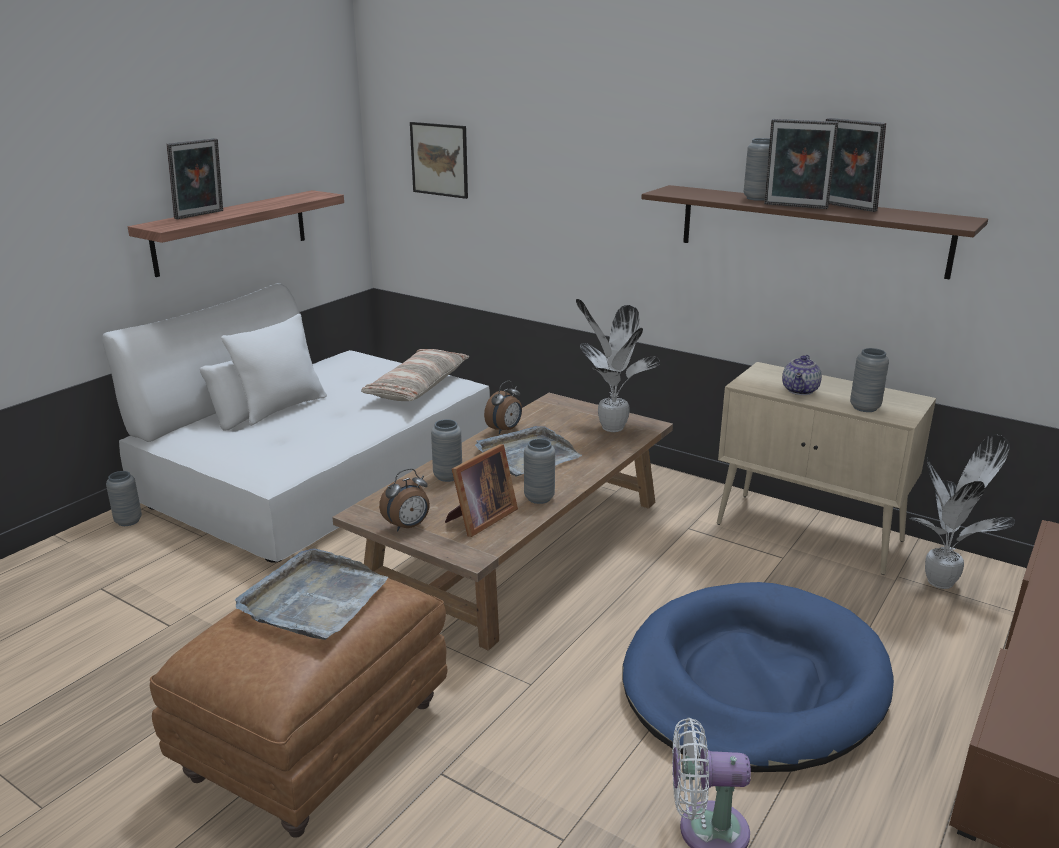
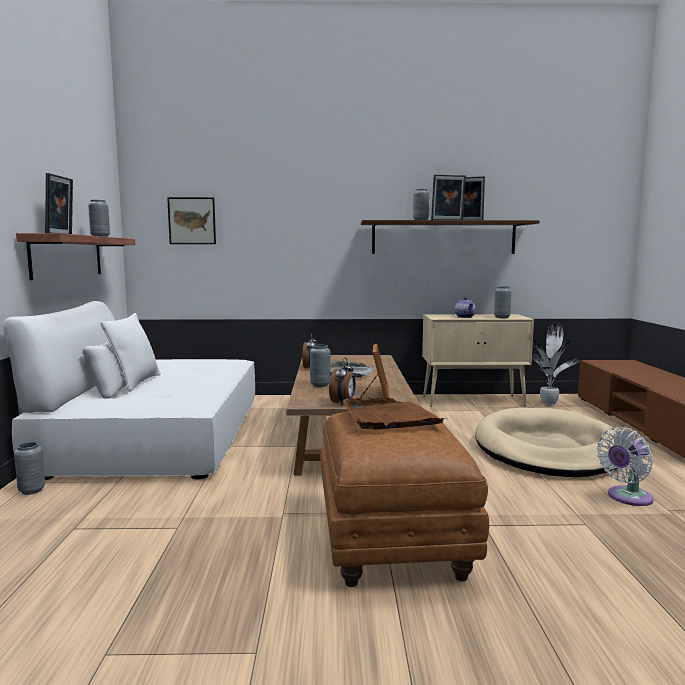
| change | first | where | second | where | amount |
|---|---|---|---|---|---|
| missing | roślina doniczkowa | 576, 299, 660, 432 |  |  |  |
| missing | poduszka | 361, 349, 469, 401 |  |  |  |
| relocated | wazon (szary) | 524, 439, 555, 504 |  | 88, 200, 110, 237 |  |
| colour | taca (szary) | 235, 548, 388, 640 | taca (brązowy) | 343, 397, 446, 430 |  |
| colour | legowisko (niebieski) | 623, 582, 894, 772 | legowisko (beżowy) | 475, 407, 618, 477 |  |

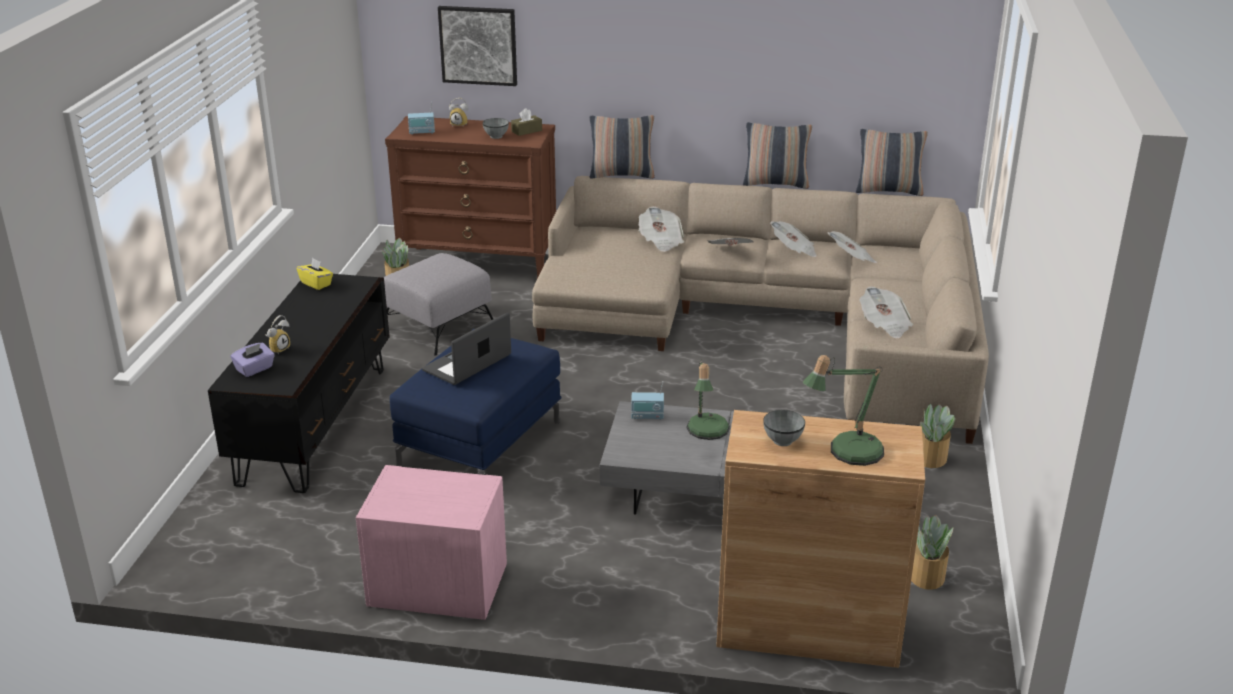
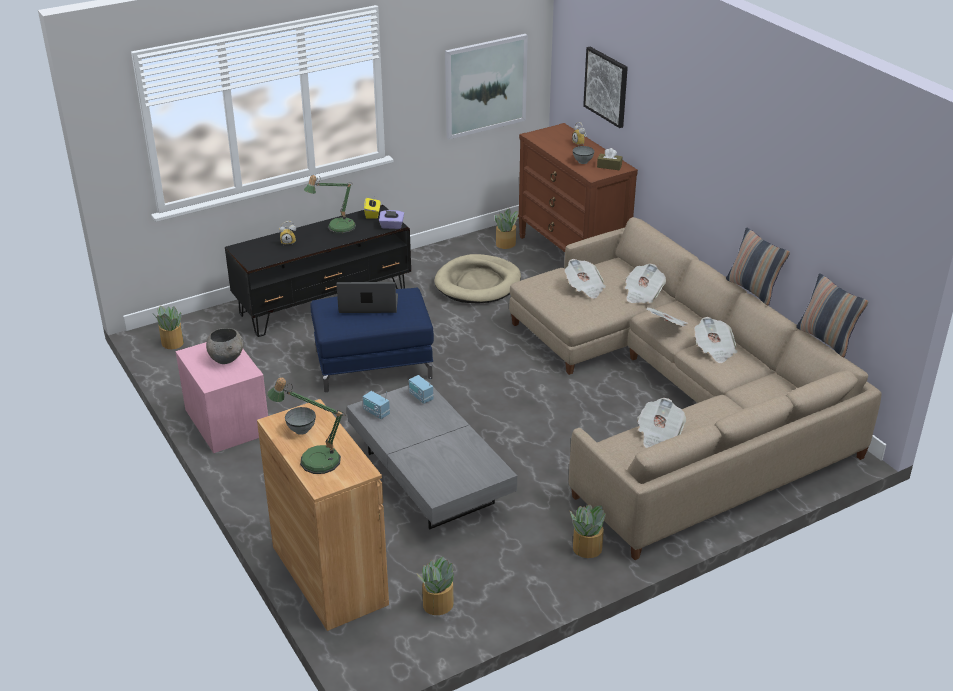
| change | first | where | second | where | amount |
|---|---|---|---|---|---|
| relocated | radio | 408, 102, 435, 134 |  | 363, 391, 390, 419 |  |
| missing | poduszka | 590, 115, 655, 179 |  |  |  |
| relocated | gazeta | 827, 231, 877, 263 |  | 565, 259, 606, 299 |  |
| exchanged | pufa (szary) | 383, 253, 493, 356 | legowisko (beżowy) | 434, 254, 521, 303 |  |
| relocated | pudełko chusteczek (fioletowy) | 231, 343, 275, 377 |  | 379, 210, 404, 229 |  |
| relocated | lampa stołowa | 687, 359, 730, 440 |  | 304, 175, 356, 234 |  |
| appeared |  |  | obraz | 445, 34, 528, 140 |  |
| appeared |  |  | roślina doniczkowa | 154, 306, 184, 349 |  |
| appeared |  |  | miska (szary) | 206, 328, 243, 364 |  |

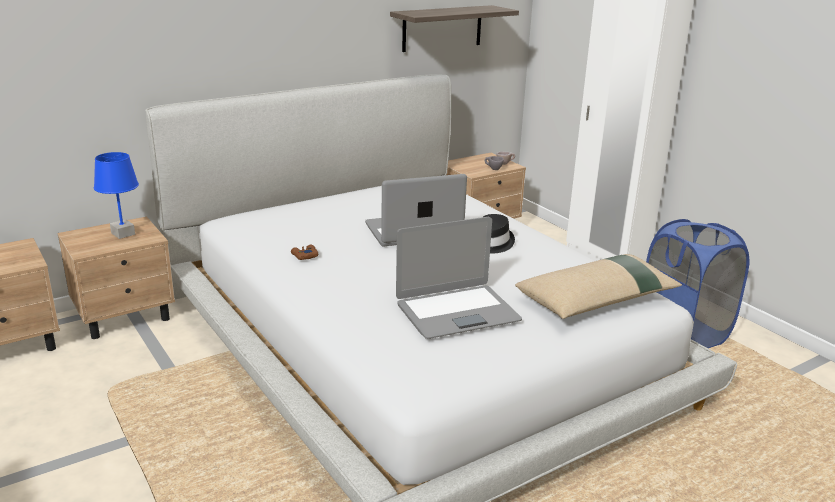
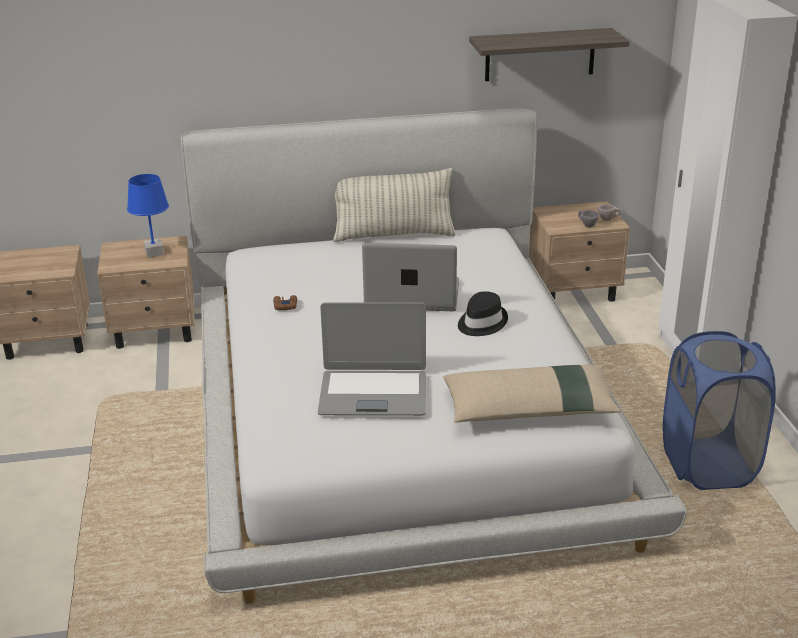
| change | first | where | second | where | amount |
|---|---|---|---|---|---|
| appeared |  |  | poduszka | 333, 168, 456, 242 |  |

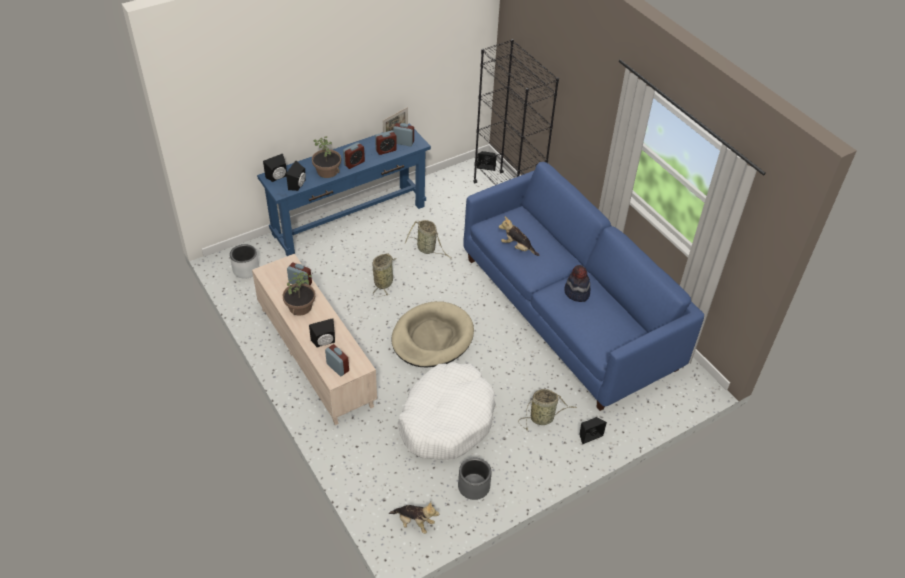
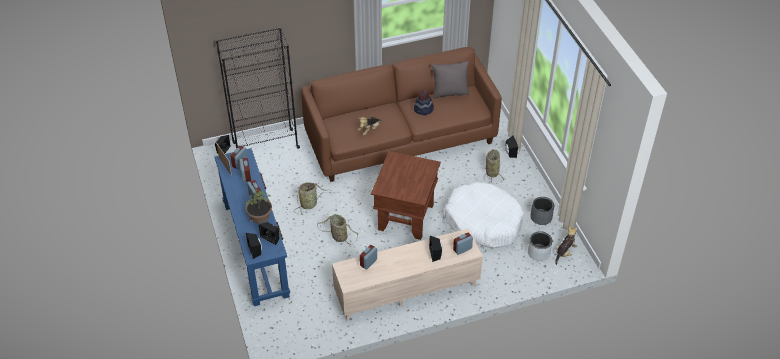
| change | first | where | second | where | amount |
|---|---|---|---|---|---|
| colour | kanapa (niebieski) | 463, 162, 704, 411 | kanapa (brązowy) | 301, 47, 502, 182 |  |
| relocated | donica (szary) | 230, 244, 260, 279 |  | 528, 231, 552, 261 |  |
| missing | roślina doniczkowa | 283, 272, 315, 316 |  |  |  |
| exchanged | legowisko (beżowy) | 391, 301, 474, 367 | stolik (brązowy) | 371, 151, 441, 240 |  |
| appeared |  |  | poduszka (szary) | 432, 61, 470, 99 |  |

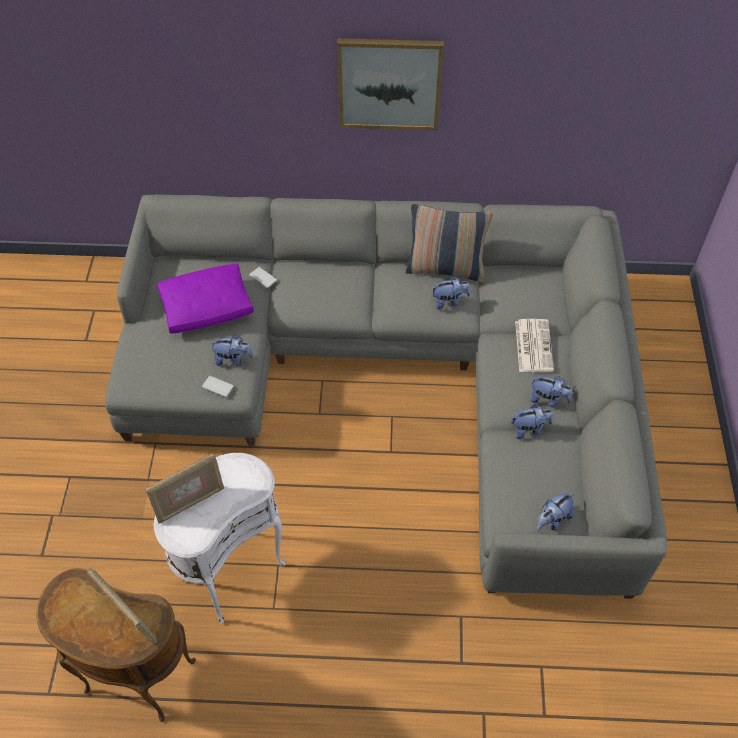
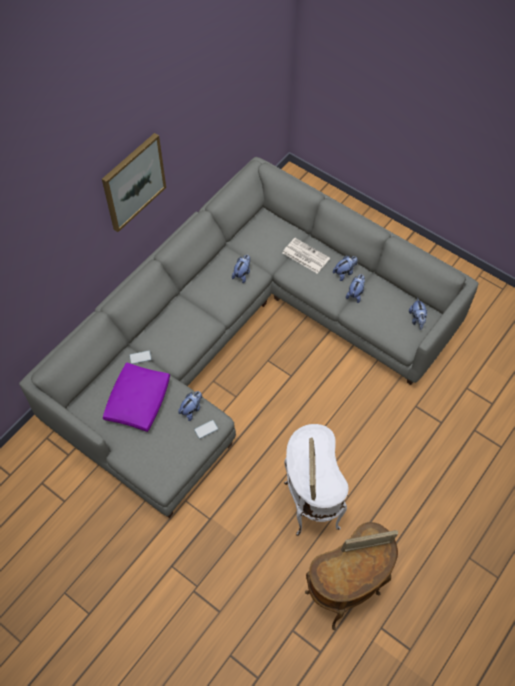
| change | first | where | second | where | amount |
|---|---|---|---|---|---|
| missing | poduszka | 406, 204, 493, 282 |  |  |  |

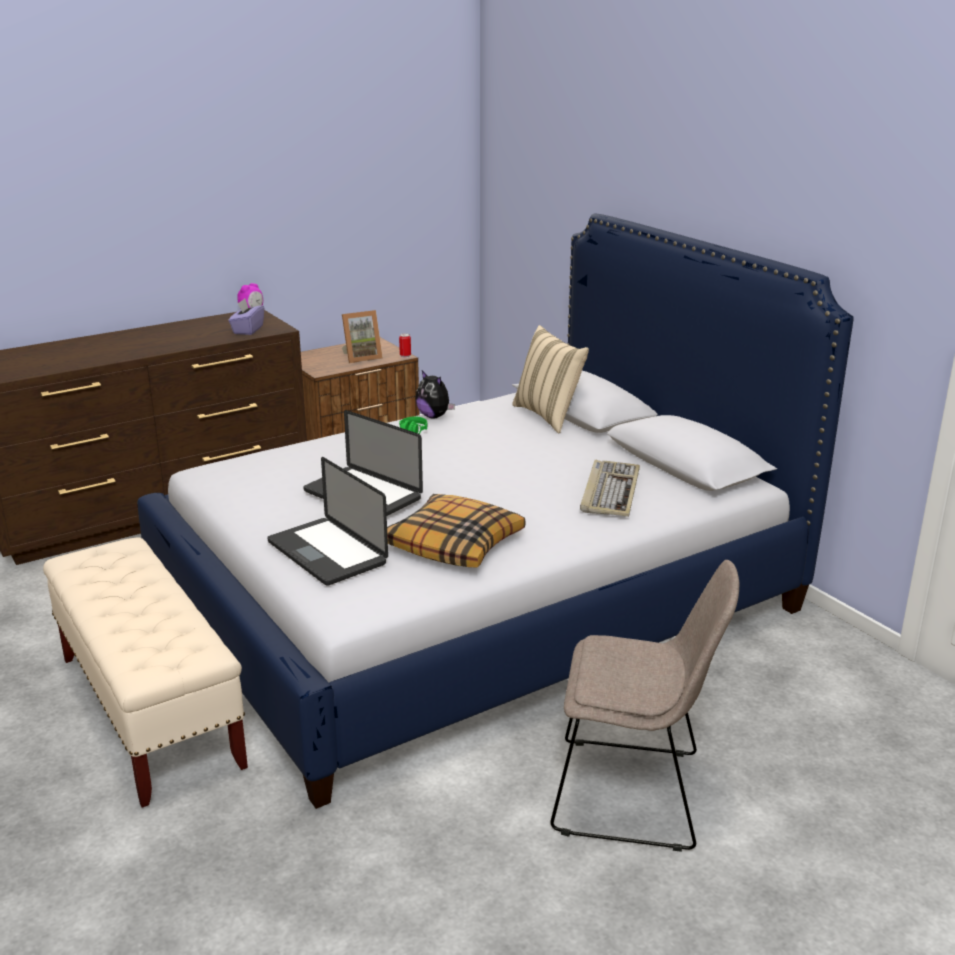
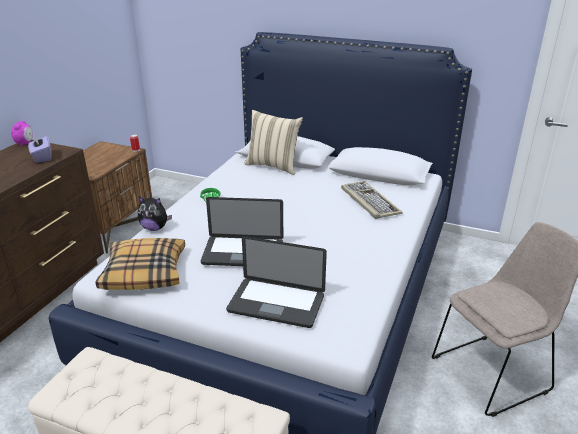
| change | first | where | second | where | amount |
|---|---|---|---|---|---|
| missing | ramka na zdjęcie | 342, 310, 383, 363 |  |  |  |
| relocated | pluszak | 415, 370, 455, 418 |  | 138, 196, 172, 231 |  |
| relocated | poduszka | 387, 494, 525, 568 |  | 95, 238, 185, 290 |  |

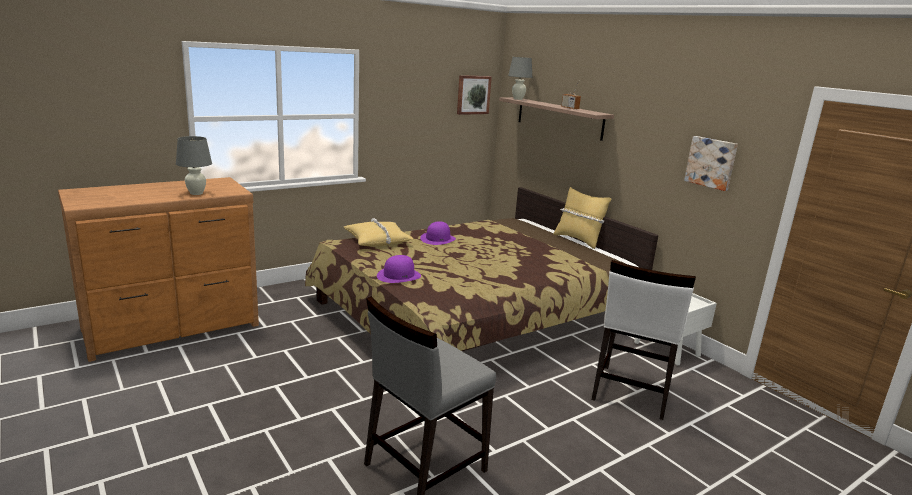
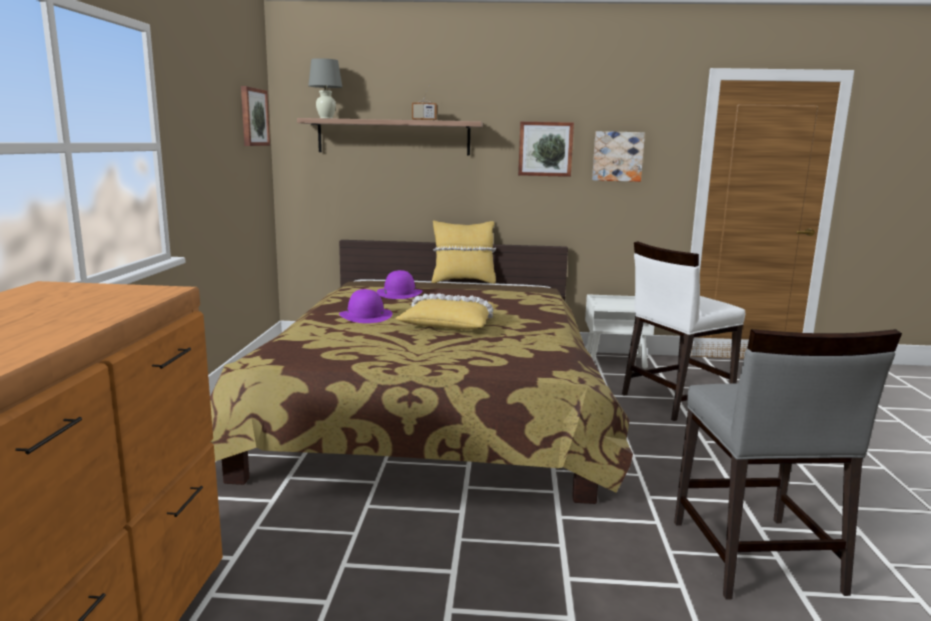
| change | first | where | second | where | amount |
|---|---|---|---|---|---|
| missing | lampa stołowa (szary) | 176, 136, 212, 195 |  |  |  |
| relocated | poduszka (żółty) | 344, 218, 414, 246 |  | 395, 293, 499, 330 |  |
| relocated | kapelusz (fioletowy) | 377, 255, 421, 283 |  | 377, 270, 423, 299 |  |
| spun | krzesło (biały) | 592, 260, 696, 420 |  | 622, 241, 745, 421 | 90 degrees clockwise |
| appeared |  |  | obraz | 518, 121, 574, 177 |  |

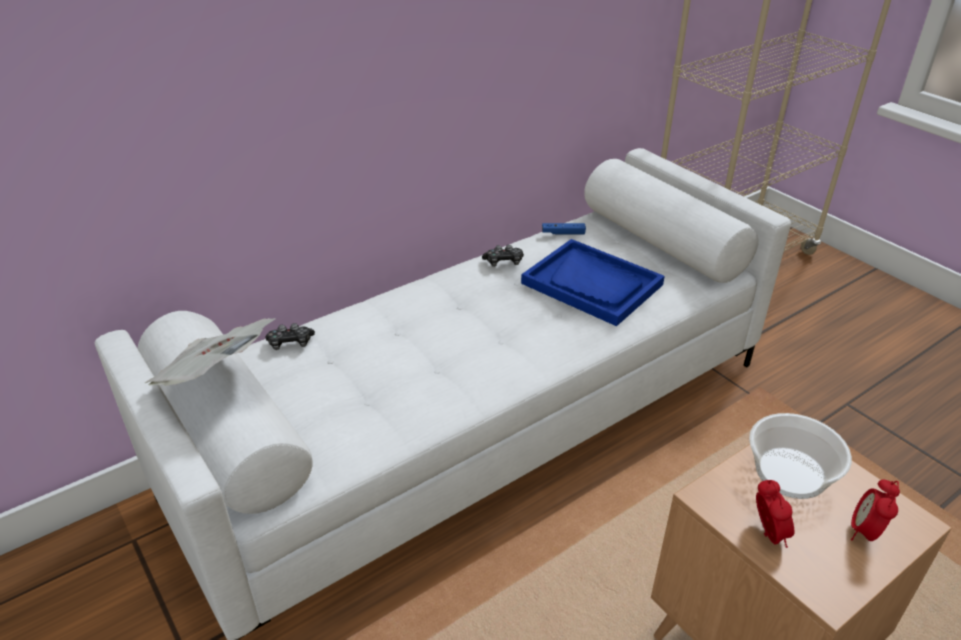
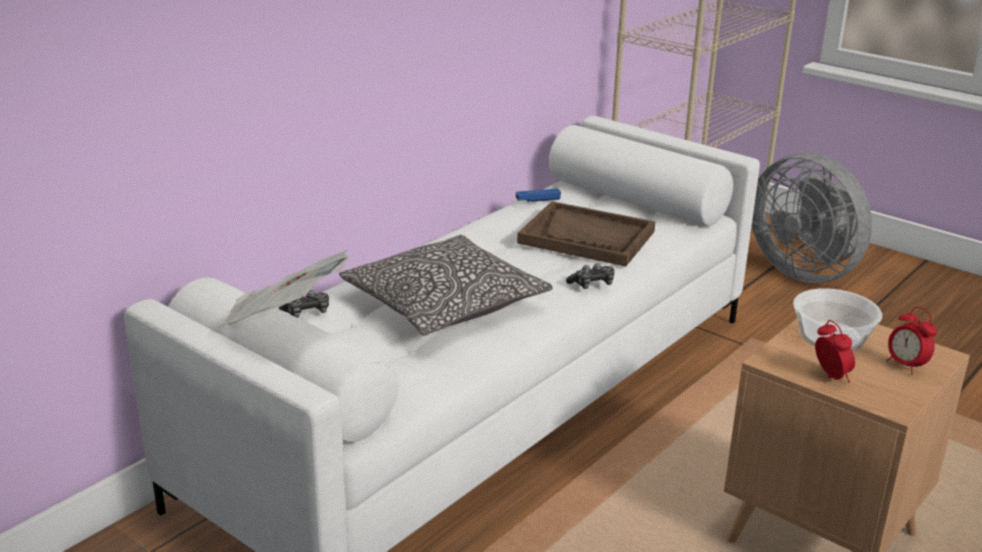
| change | first | where | second | where | amount |
|---|---|---|---|---|---|
| colour | taca (niebieski) | 521, 239, 665, 326 | taca (brązowy) | 517, 201, 655, 267 |  |
| relocated | pad do gier | 482, 245, 524, 267 |  | 566, 263, 614, 289 |  |
| spun | budzik | 851, 479, 900, 541 |  | 886, 307, 937, 375 | 45 degrees counterclockwise |
| appeared |  |  | wentylator (szary) | 752, 152, 872, 283 |  |
| appeared |  |  | poduszka | 339, 235, 553, 336 |  |

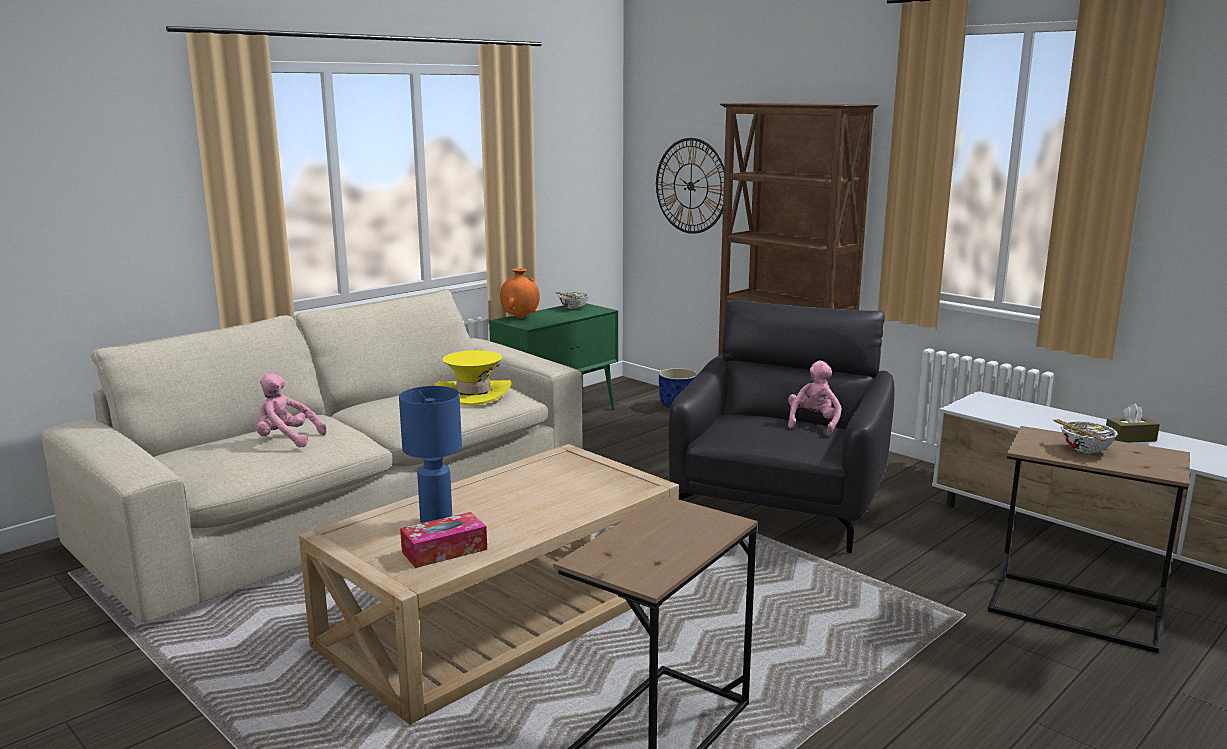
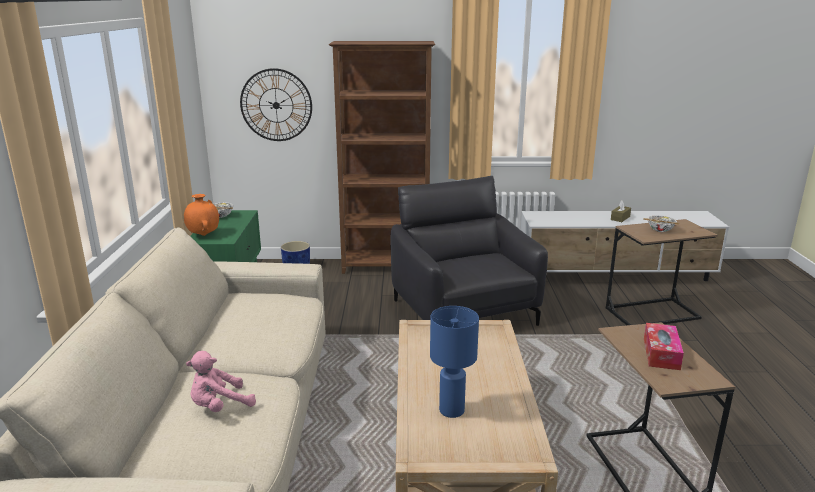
| change | first | where | second | where | amount |
|---|---|---|---|---|---|
| missing | kapelusz (żółty) | 435, 350, 512, 406 |  |  |  |
| missing | pluszak (różowy) | 788, 361, 841, 435 |  |  |  |
| relocated | pudełko chusteczek | 400, 512, 487, 568 |  | 644, 323, 684, 370 |  |

